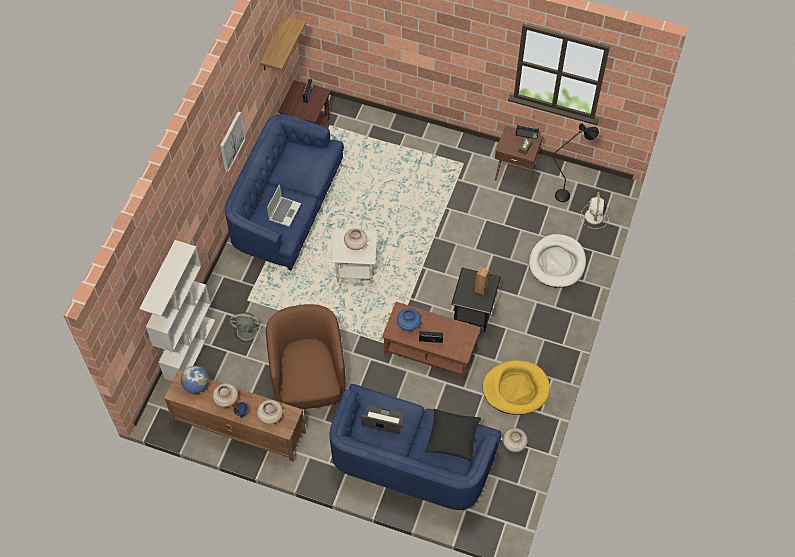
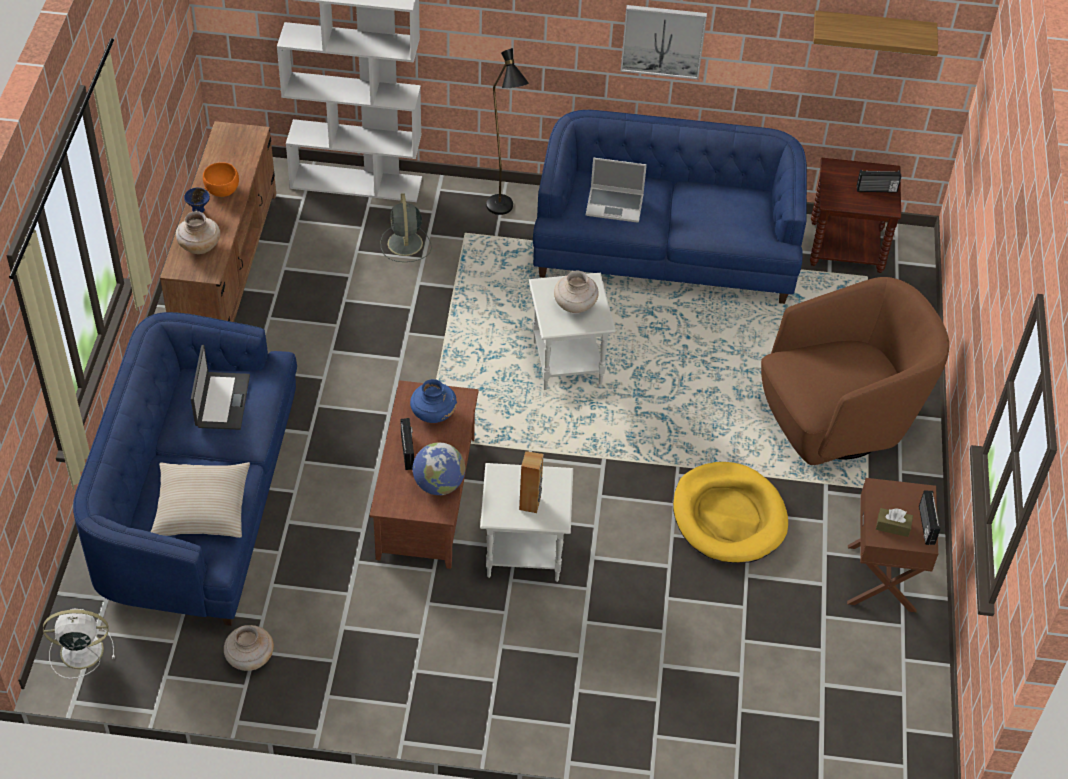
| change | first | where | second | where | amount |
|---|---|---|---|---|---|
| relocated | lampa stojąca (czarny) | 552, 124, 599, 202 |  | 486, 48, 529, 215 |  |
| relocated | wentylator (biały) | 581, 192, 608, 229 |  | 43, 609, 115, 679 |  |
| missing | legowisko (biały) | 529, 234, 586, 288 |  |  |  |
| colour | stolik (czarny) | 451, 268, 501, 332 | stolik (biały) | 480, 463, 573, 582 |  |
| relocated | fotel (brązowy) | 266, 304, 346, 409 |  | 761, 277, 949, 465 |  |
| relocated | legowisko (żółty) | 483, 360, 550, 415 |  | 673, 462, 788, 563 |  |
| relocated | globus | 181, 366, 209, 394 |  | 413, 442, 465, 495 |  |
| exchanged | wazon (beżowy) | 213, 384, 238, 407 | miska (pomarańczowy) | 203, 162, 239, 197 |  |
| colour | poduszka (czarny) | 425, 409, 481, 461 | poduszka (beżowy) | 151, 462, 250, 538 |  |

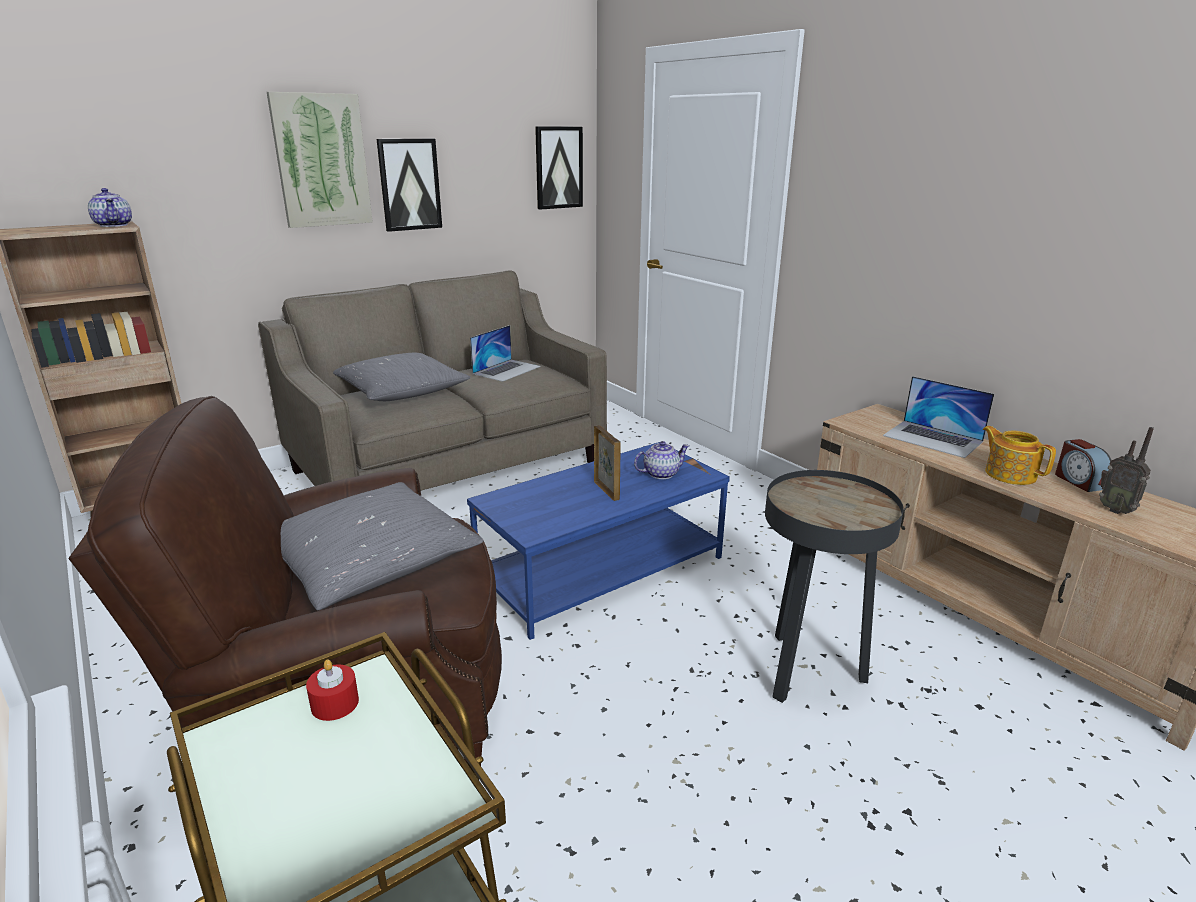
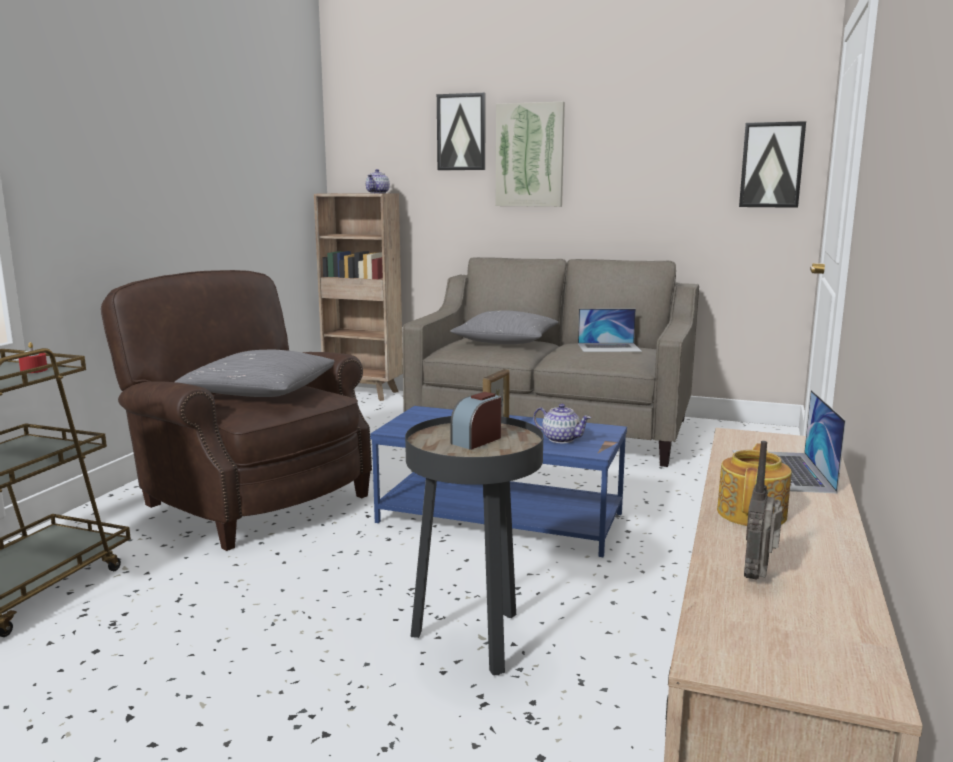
| change | first | where | second | where | amount |
|---|---|---|---|---|---|
| relocated | obraz | 377, 139, 442, 232 |  | 437, 93, 486, 170 |  |
| relocated | budzik | 1055, 439, 1111, 492 |  | 450, 392, 501, 450 |  |

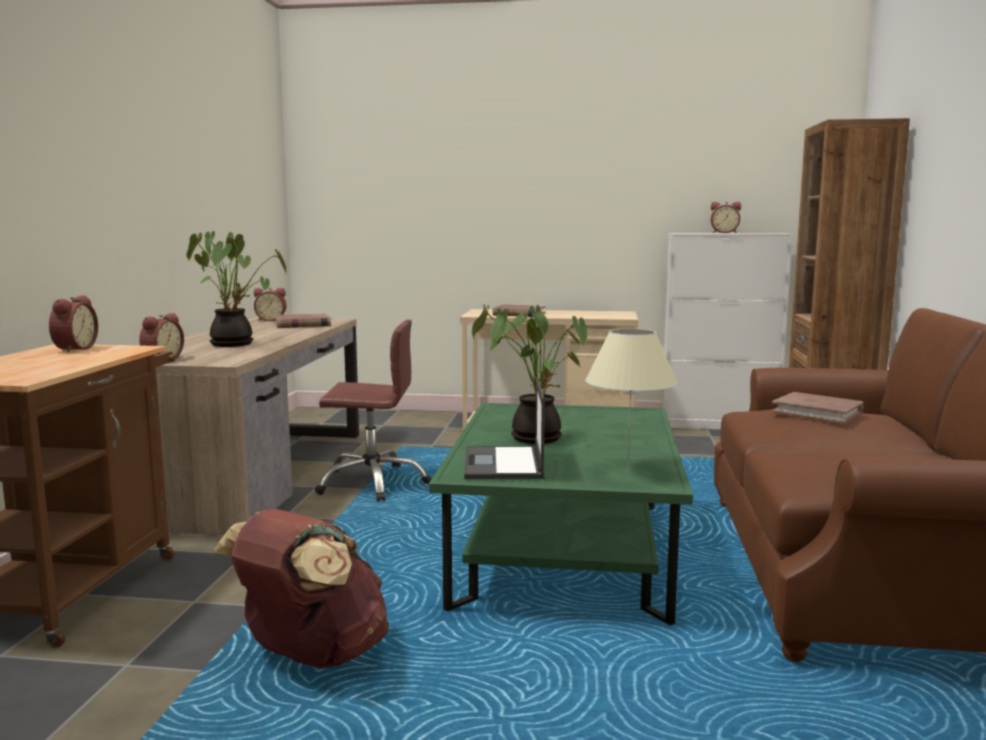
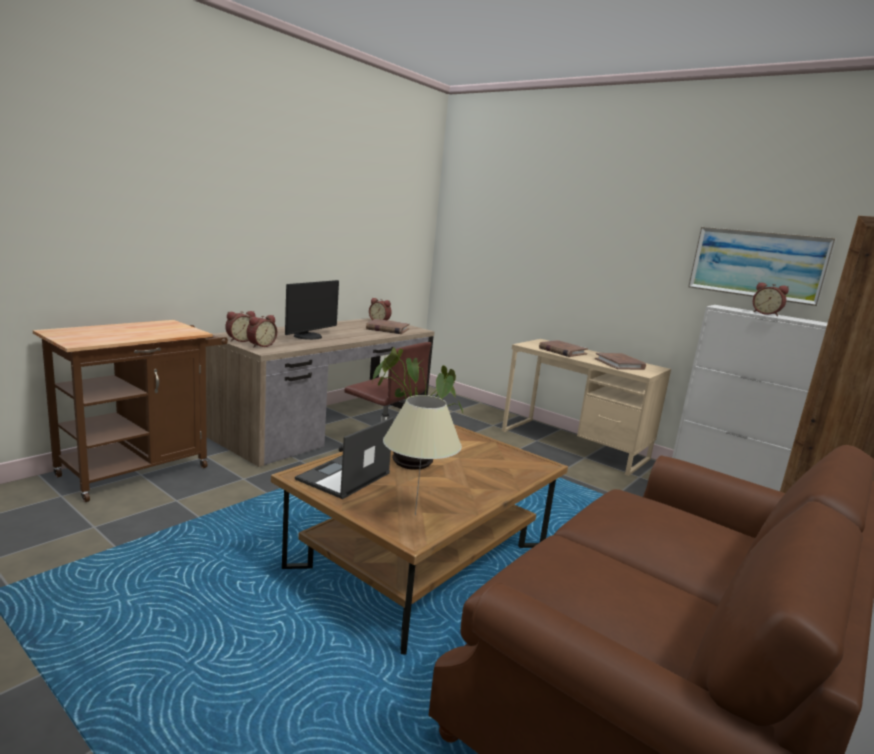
| change | first | where | second | where | amount |
|---|---|---|---|---|---|
| exchanged | roślina doniczkowa | 187, 231, 286, 347 | monitor | 285, 280, 339, 340 |  |
| relocated | budzik | 49, 295, 98, 352 |  | 246, 315, 277, 347 |  |
| relocated | książka (brązowy) | 771, 392, 864, 424 |  | 595, 353, 646, 370 |  |
| colour | ława (zielony) | 429, 403, 693, 625 | ława (brązowy) | 271, 424, 568, 655 |  |
| missing | plecak (brązowy) | 214, 509, 389, 669 |  |  |  |
| appeared |  |  | obraz | 688, 227, 836, 306 |  |

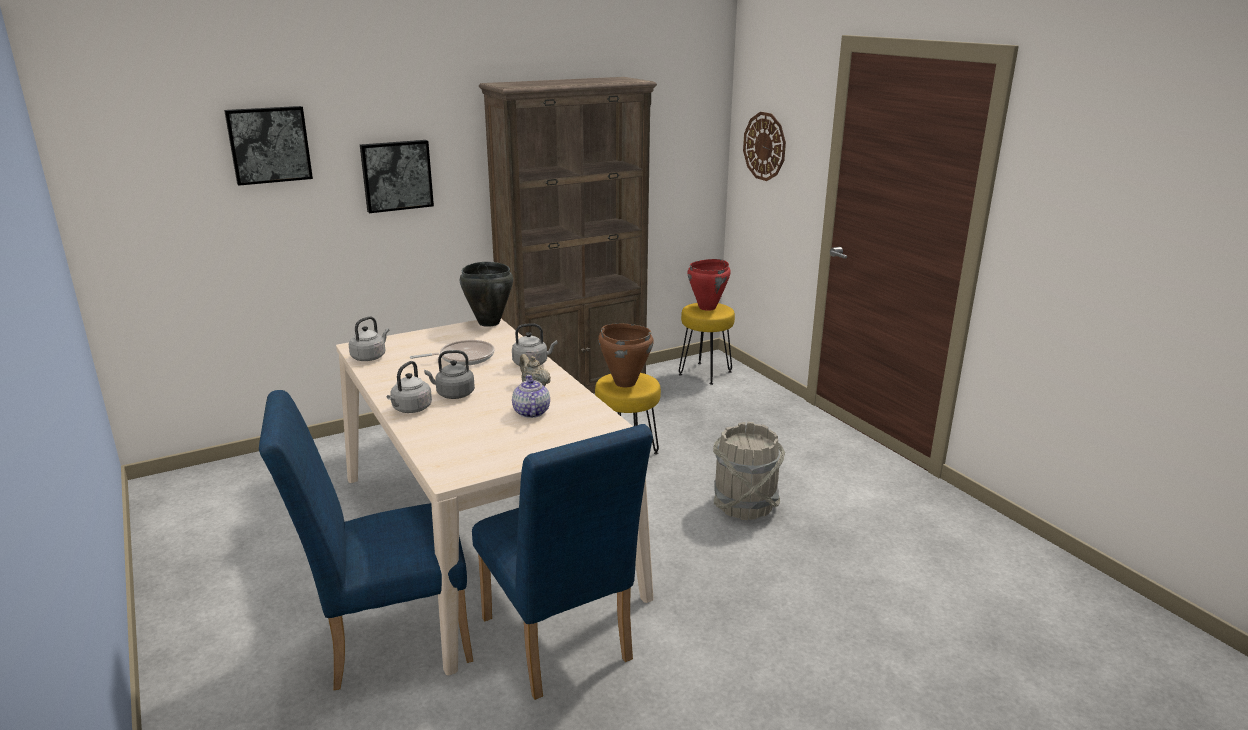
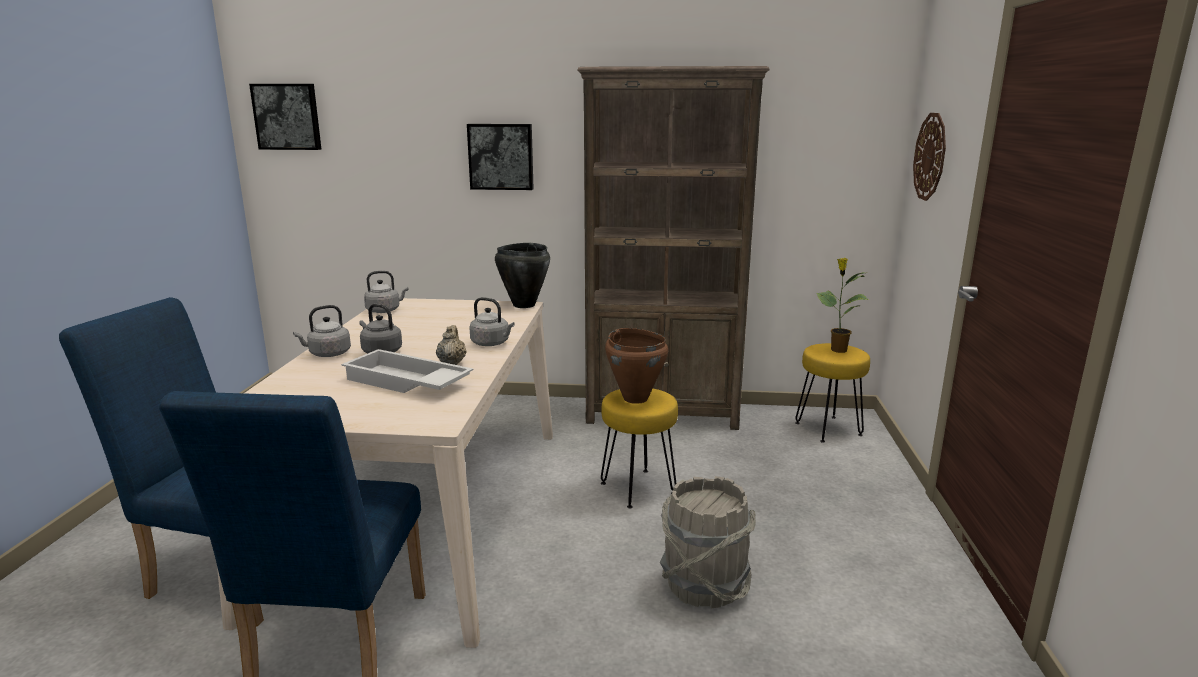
| change | first | where | second | where | amount |
|---|---|---|---|---|---|
| relocated | obraz | 224, 106, 313, 186 |  | 249, 84, 321, 150 |  |
| exchanged | garnek (czerwony) | 687, 259, 731, 311 | roślina doniczkowa | 816, 258, 869, 353 |  |
| missing | patelnia | 410, 340, 495, 366 |  |  |  |
| exchanged | imbryk | 512, 375, 550, 418 | taca (biały) | 341, 349, 473, 393 |  |

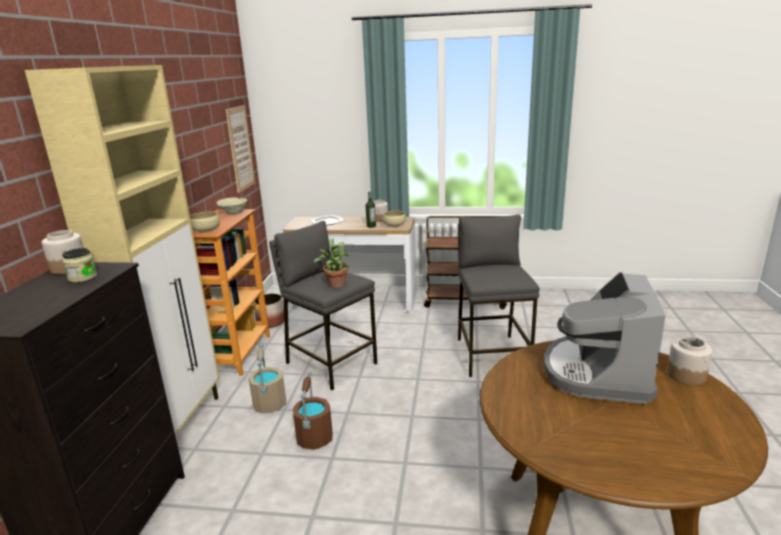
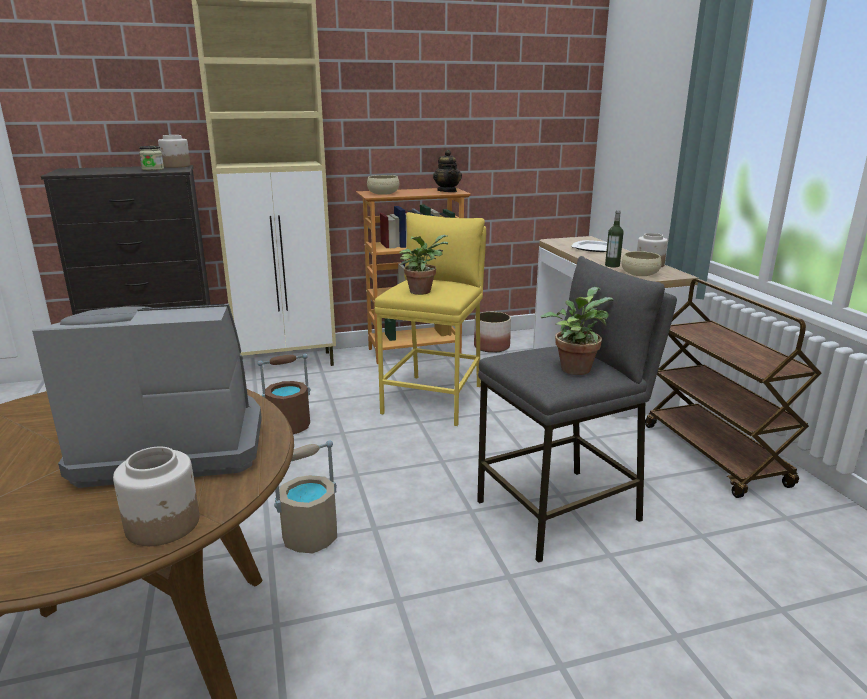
| change | first | where | second | where | amount |
|---|---|---|---|---|---|
| missing | obraz | 225, 105, 256, 193 |  |  |  |
| exchanged | miska (beżowy) | 217, 197, 248, 214 | imbryk | 433, 150, 462, 192 |  |
| colour | stołek (szary) | 269, 221, 378, 390 | stołek (żółty) | 375, 212, 486, 426 |  |
| relocated | wiadro (beżowy) | 249, 344, 286, 413 |  | 274, 440, 337, 553 |  |
| appeared |  |  | roślina doniczkowa | 540, 287, 613, 375 |  |

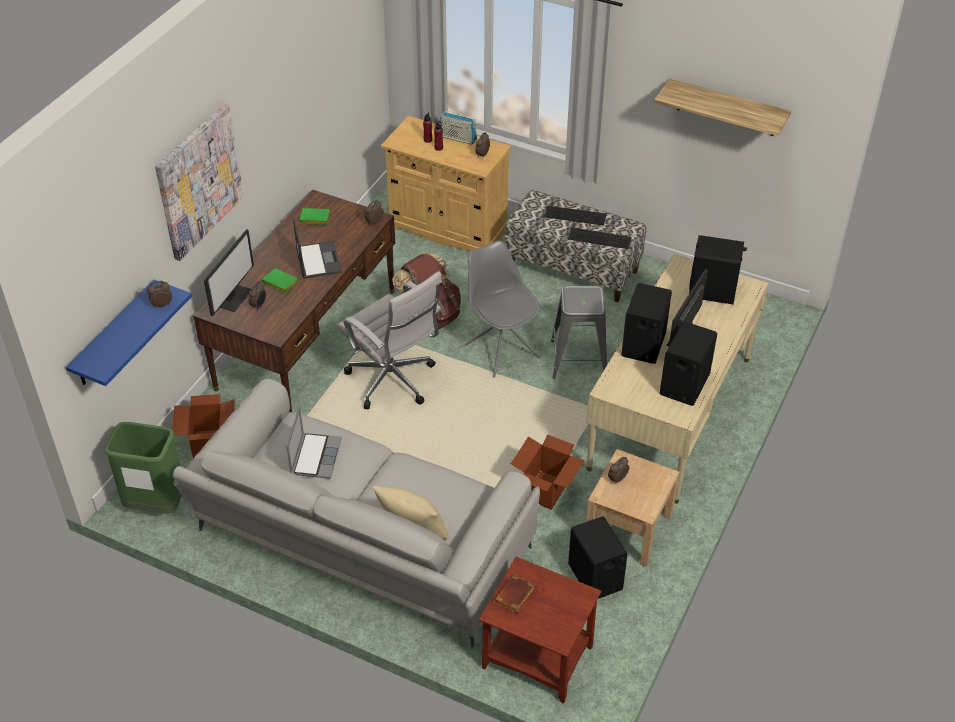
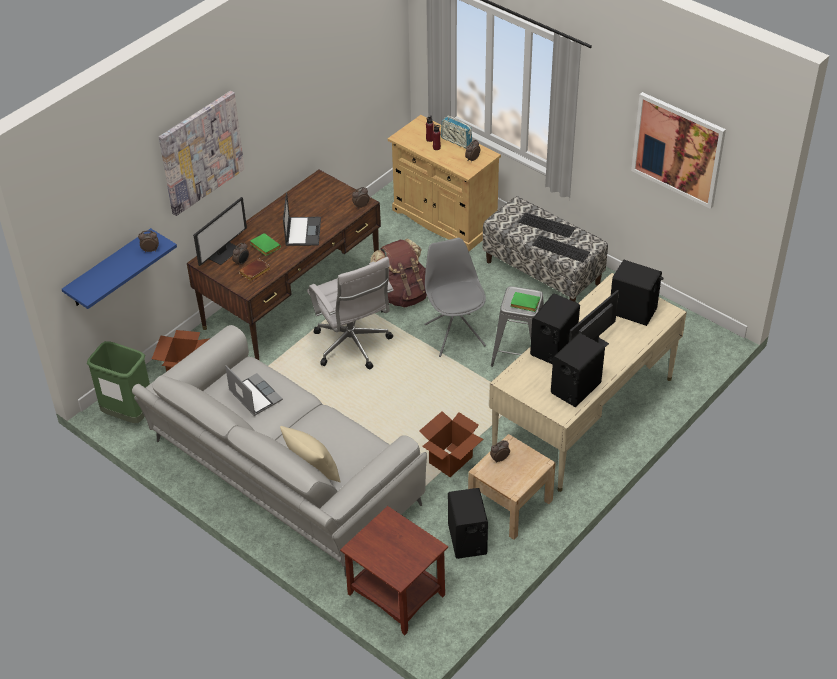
| change | first | where | second | where | amount |
|---|---|---|---|---|---|
| exchanged | półka | 654, 78, 791, 136 | obraz | 631, 92, 726, 209 |  |
| relocated | książka (zielony) | 299, 208, 330, 225 |  | 510, 292, 540, 312 |  |
| spun | laptop | 286, 406, 342, 479 |  | 225, 365, 283, 416 | 60 degrees counterclockwise |
| relocated | książka (brązowy) | 494, 574, 535, 613 |  | 239, 258, 271, 282 |  |

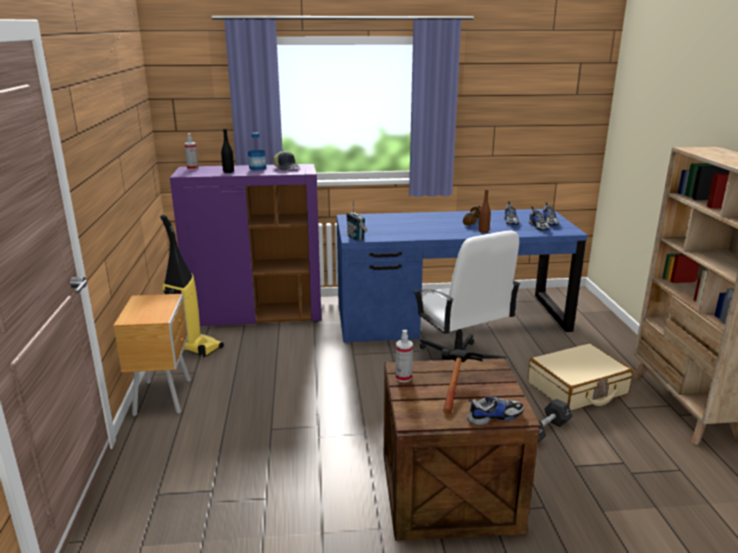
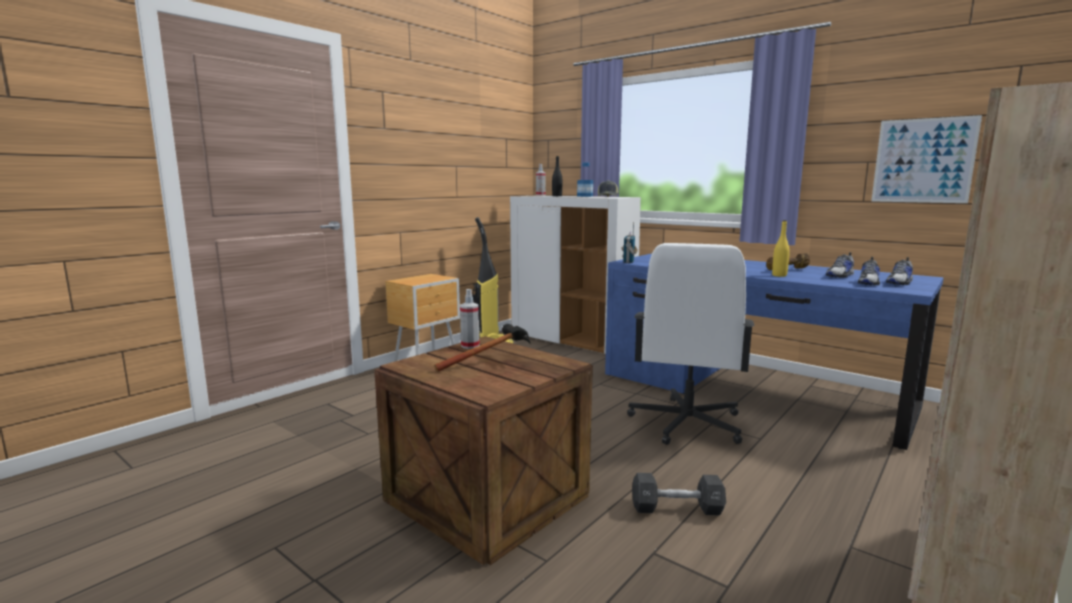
| change | first | where | second | where | amount |
|---|---|---|---|---|---|
| colour | szafka (fioletowy) | 170, 164, 321, 326 | szafka (biały) | 510, 195, 641, 354 |  |
| colour | butelka (brązowy) | 478, 189, 491, 233 | butelka (żółty) | 772, 220, 790, 277 |  |
| missing | walizka (beżowy) | 528, 343, 633, 411 |  |  |  |
| missing | but | 467, 396, 524, 426 |  |  |  |
| appeared |  |  | obraz | 871, 115, 982, 203 |  |

